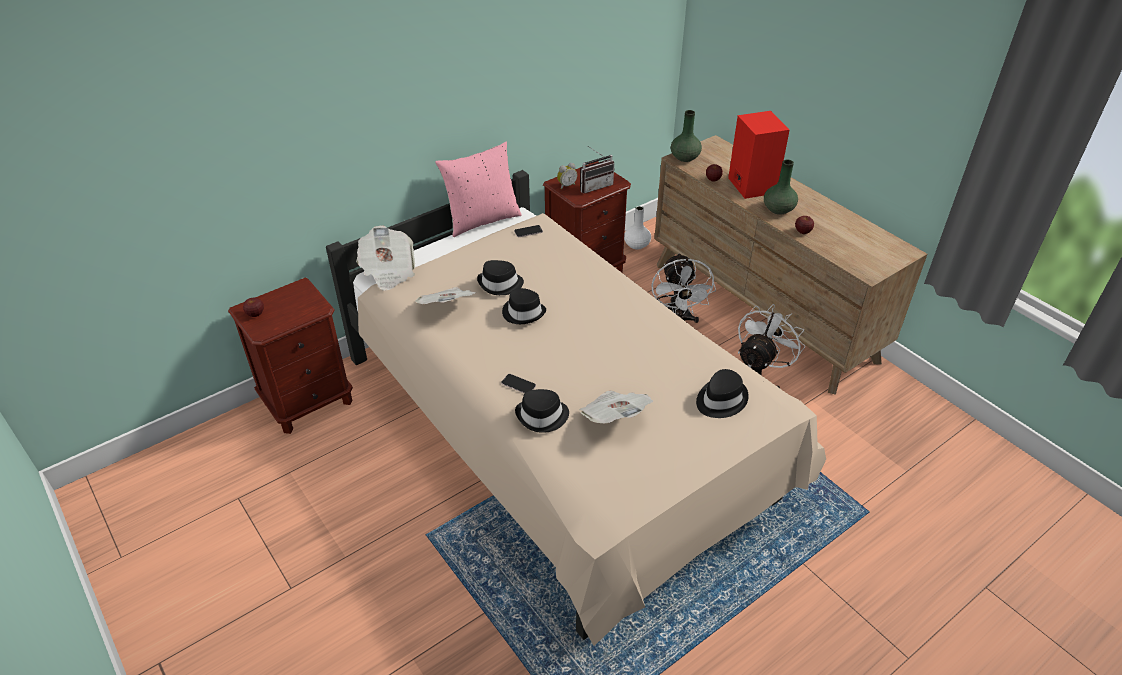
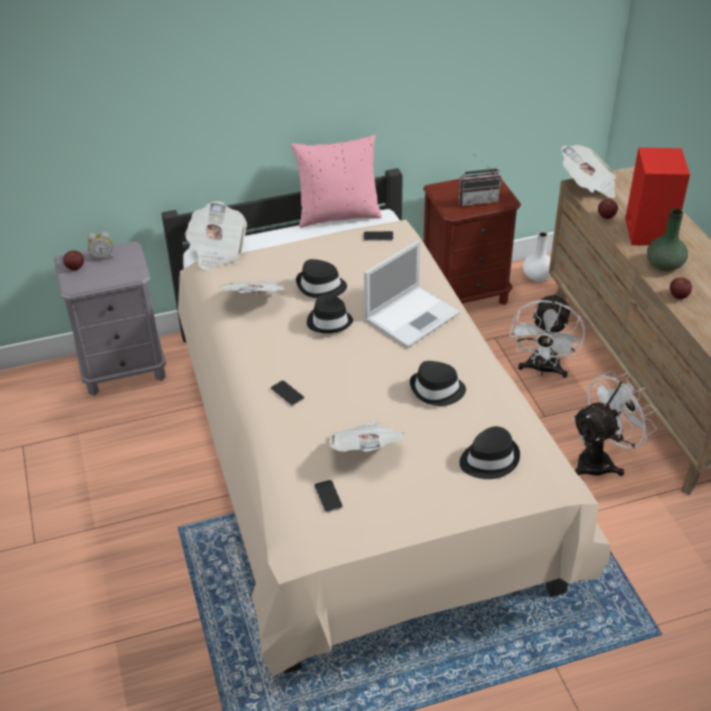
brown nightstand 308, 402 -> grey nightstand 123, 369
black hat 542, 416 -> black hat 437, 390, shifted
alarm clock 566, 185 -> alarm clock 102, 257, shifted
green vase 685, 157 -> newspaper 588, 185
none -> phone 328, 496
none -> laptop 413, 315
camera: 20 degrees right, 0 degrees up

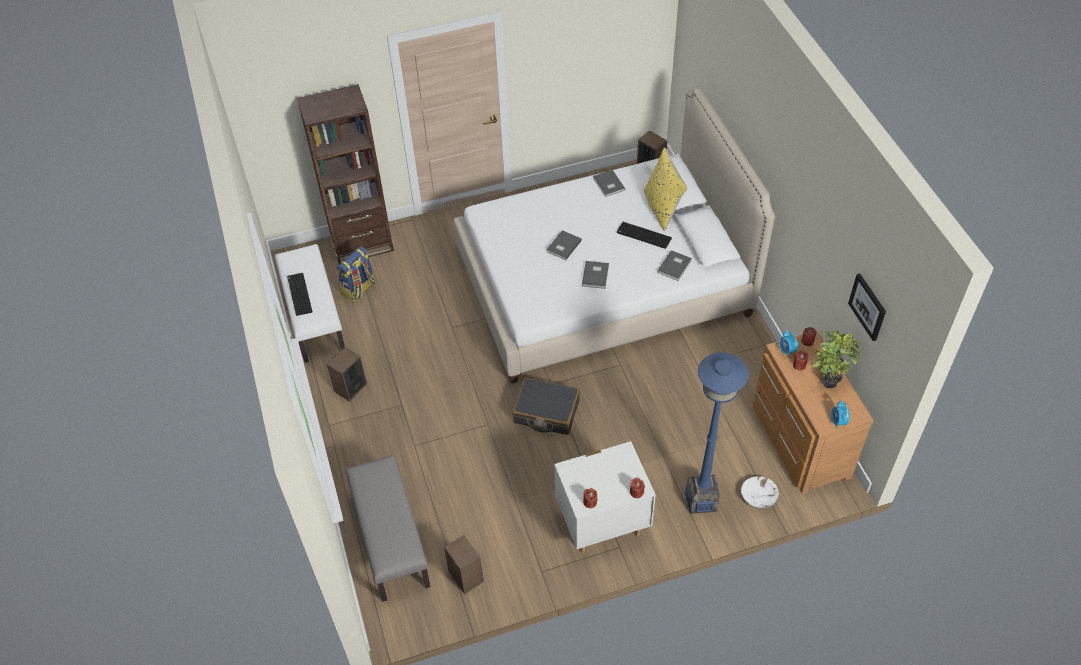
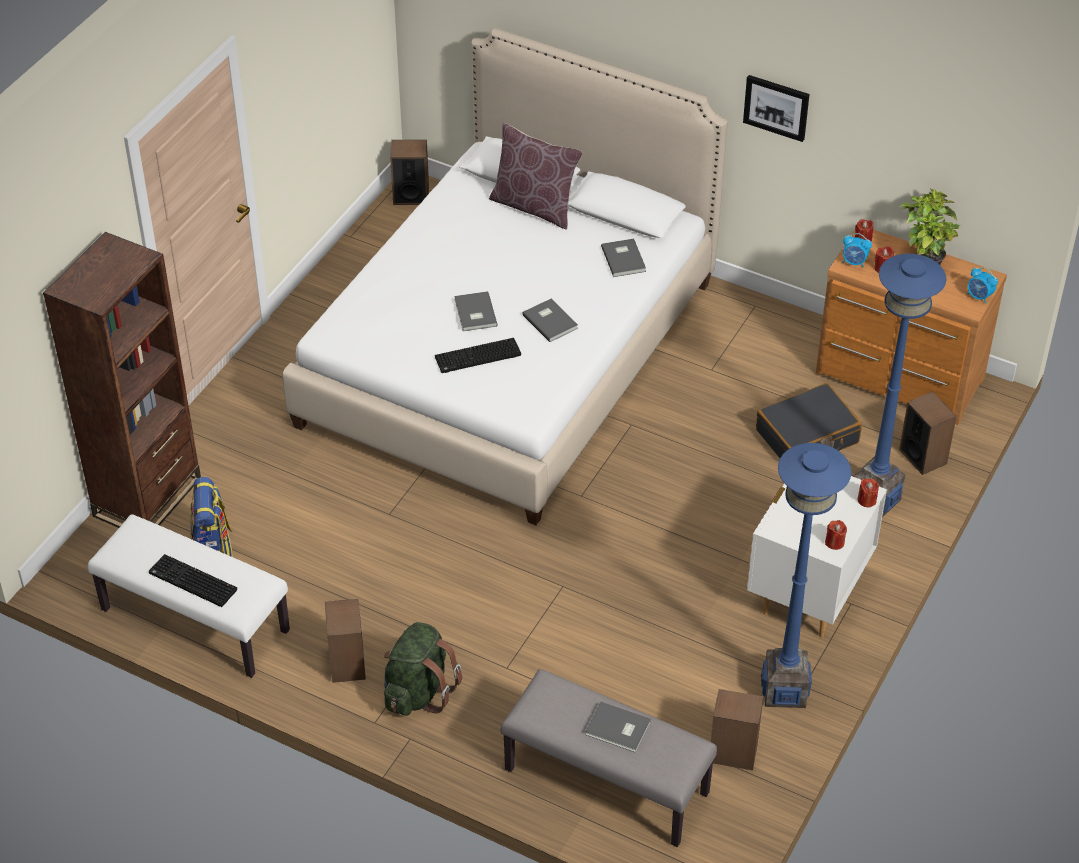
black suitcase 546, 412 -> black suitcase 807, 437, shifted
grey book 608, 184 -> grey book 618, 730, shifted
keyboard 643, 236 -> keyboard 477, 357, shifted
yellow pillow 662, 208 -> brown pillow 534, 206
white bowl 758, 496 -> speaker 923, 456
picture 868, 306 -> picture 776, 107, shifted
none -> green backpack 418, 692
none -> blue floor lamp 785, 691
camera: 45 degrees left, 5 degrees down

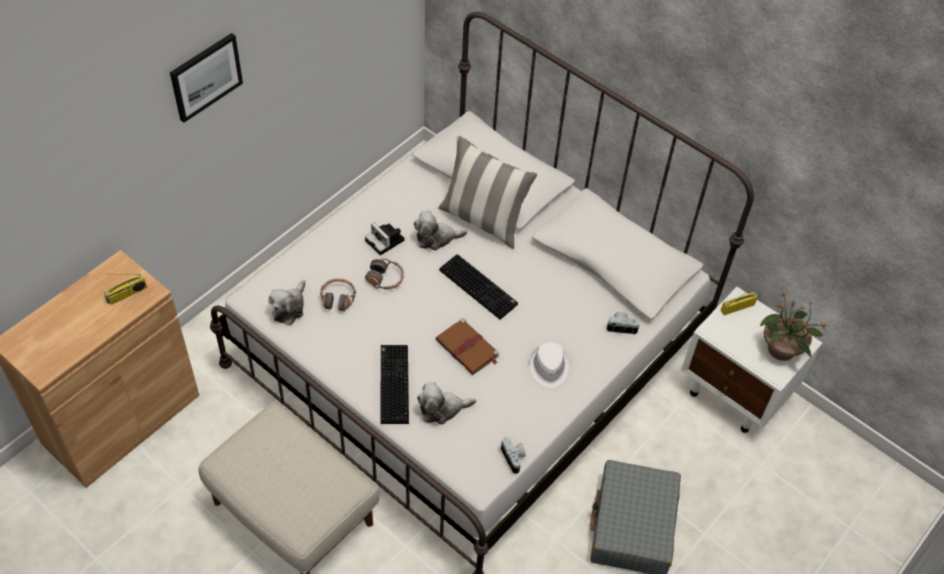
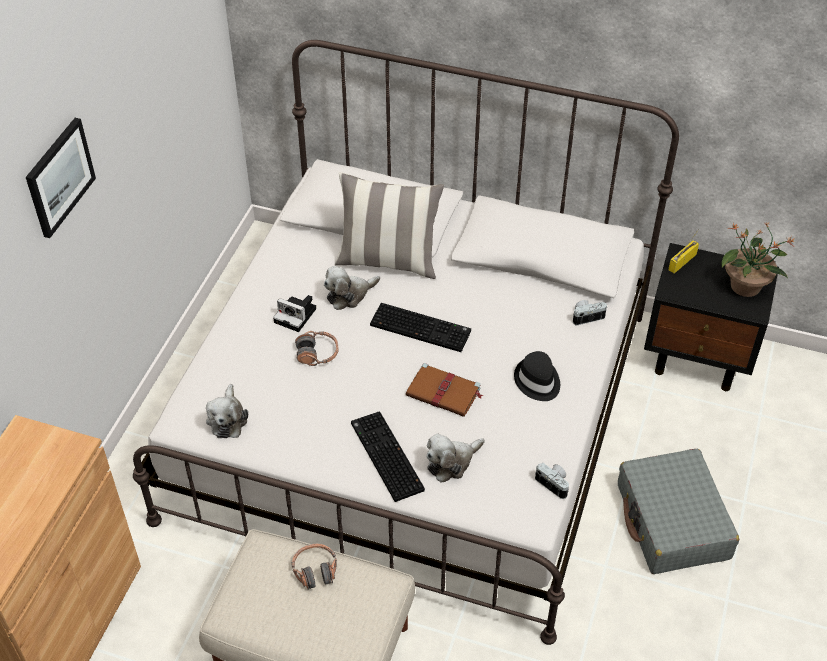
radio 127, 294 -> none
headphones 338, 299 -> headphones 315, 570, shifted
white hat 548, 367 -> black hat 537, 381
white nightstand 736, 393 -> black nightstand 699, 357
camera: 20 degrees left, 5 degrees down

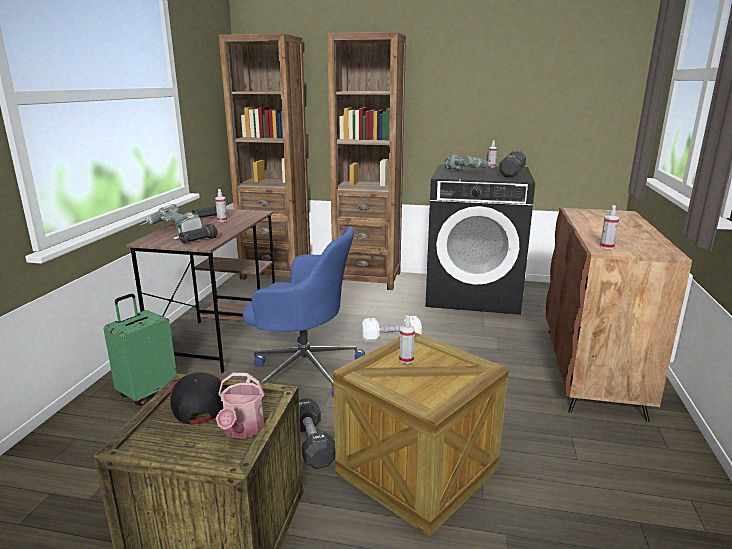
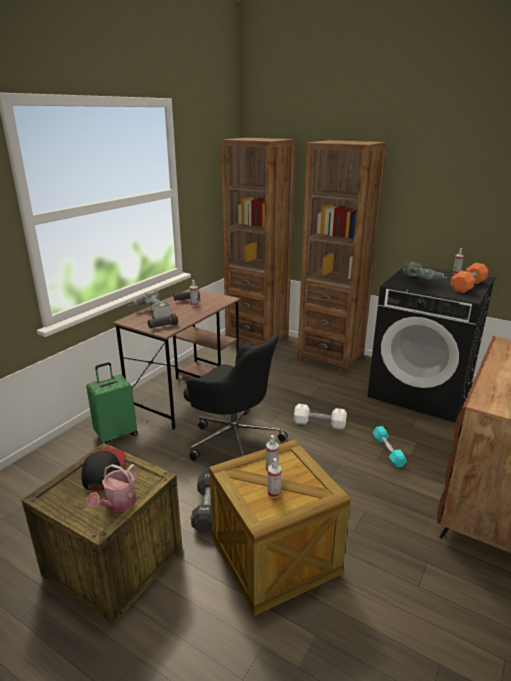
blue office chair 304, 369 -> black office chair 234, 439
black dumbbell 511, 173 -> orange dumbbell 467, 286
spray bottle 607, 247 -> spray bottle 274, 493, shifted
none -> turquoise dumbbell 388, 451
camera: 20 degrees right, 5 degrees up

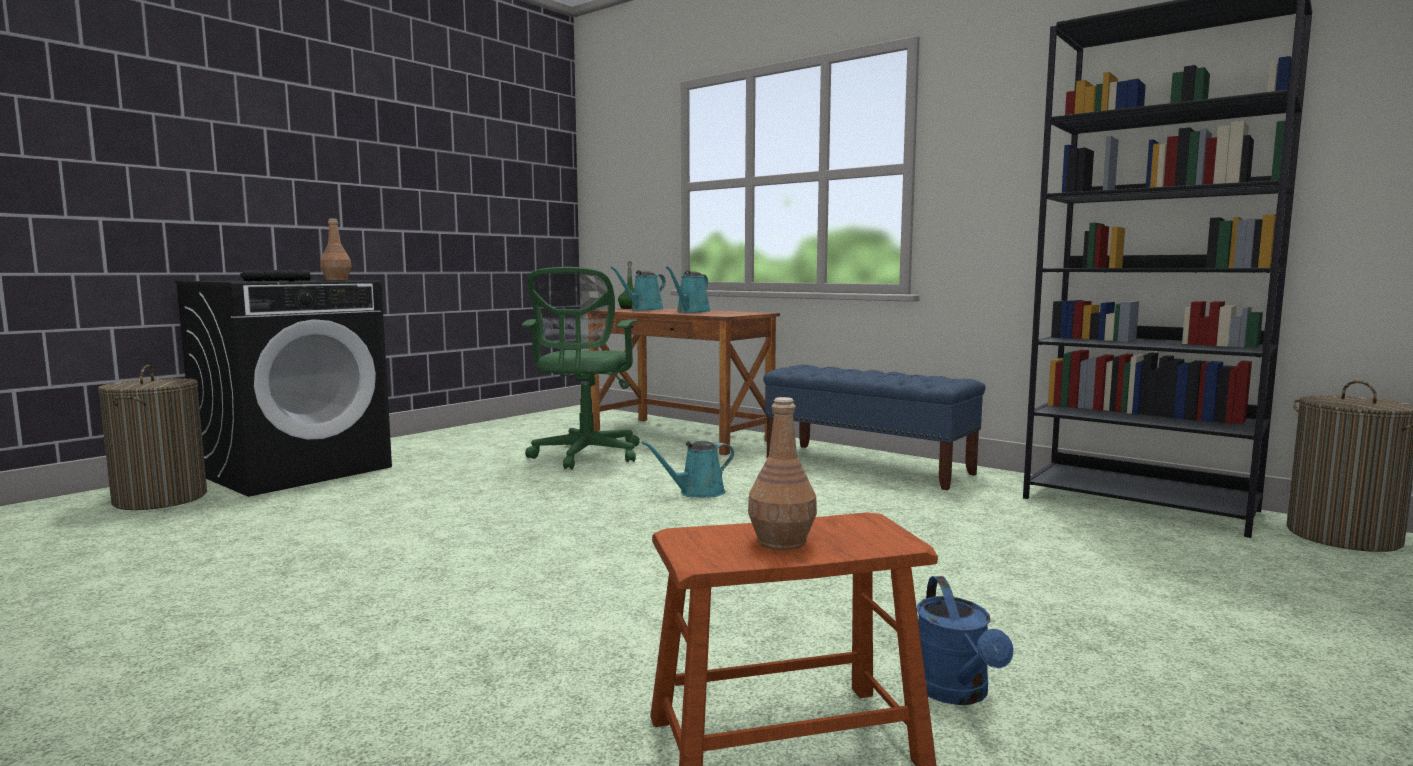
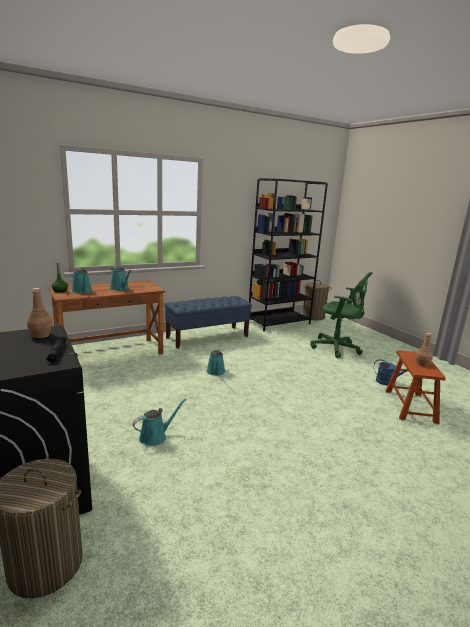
green office chair 585, 456 -> green office chair 337, 348, shifted
none -> turquoise watering can 155, 437
camera: 70 degrees left, 10 degrees up

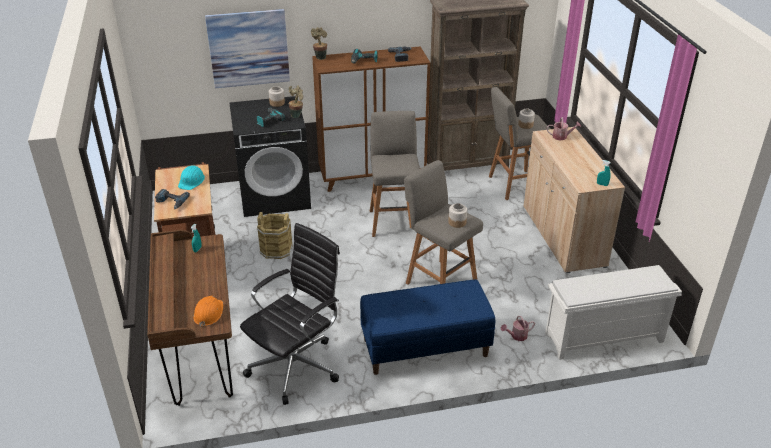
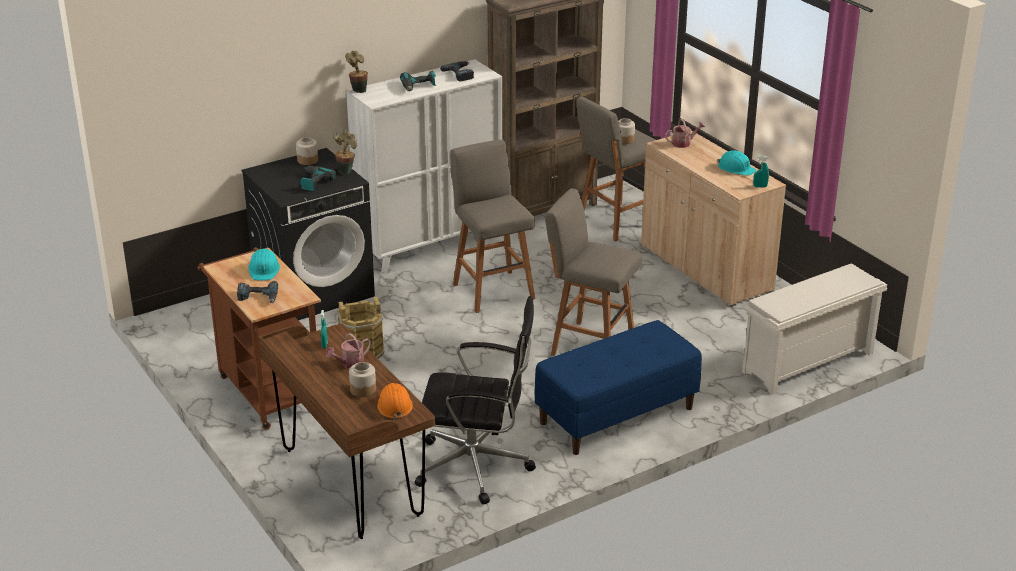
picture 248, 48 -> none
black office chair 296, 365 -> black office chair 477, 467, 75 degrees clockwise
brown cabinet 372, 177 -> white cabinet 430, 245
jar 457, 222 -> jar 363, 389, shifted
watering can 517, 336 -> watering can 350, 364, shifted
none -> turquoise hard hat 736, 168
camera: 20 degrees left, 5 degrees down

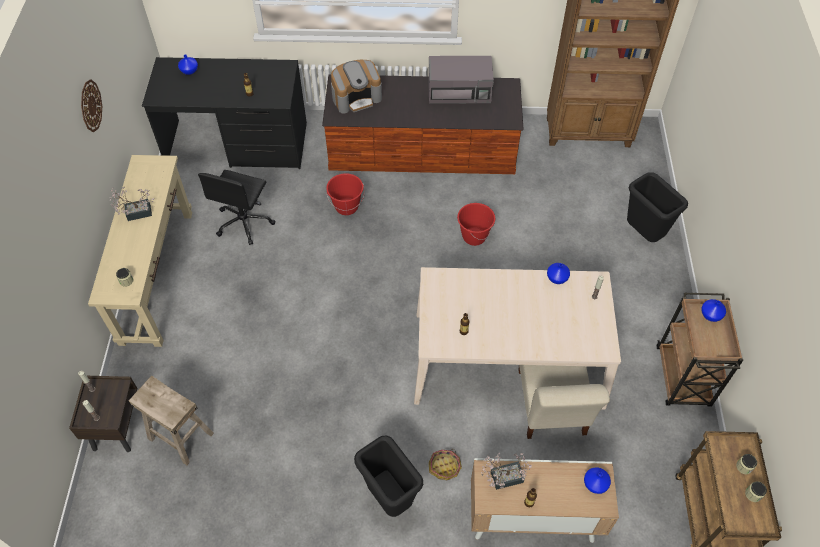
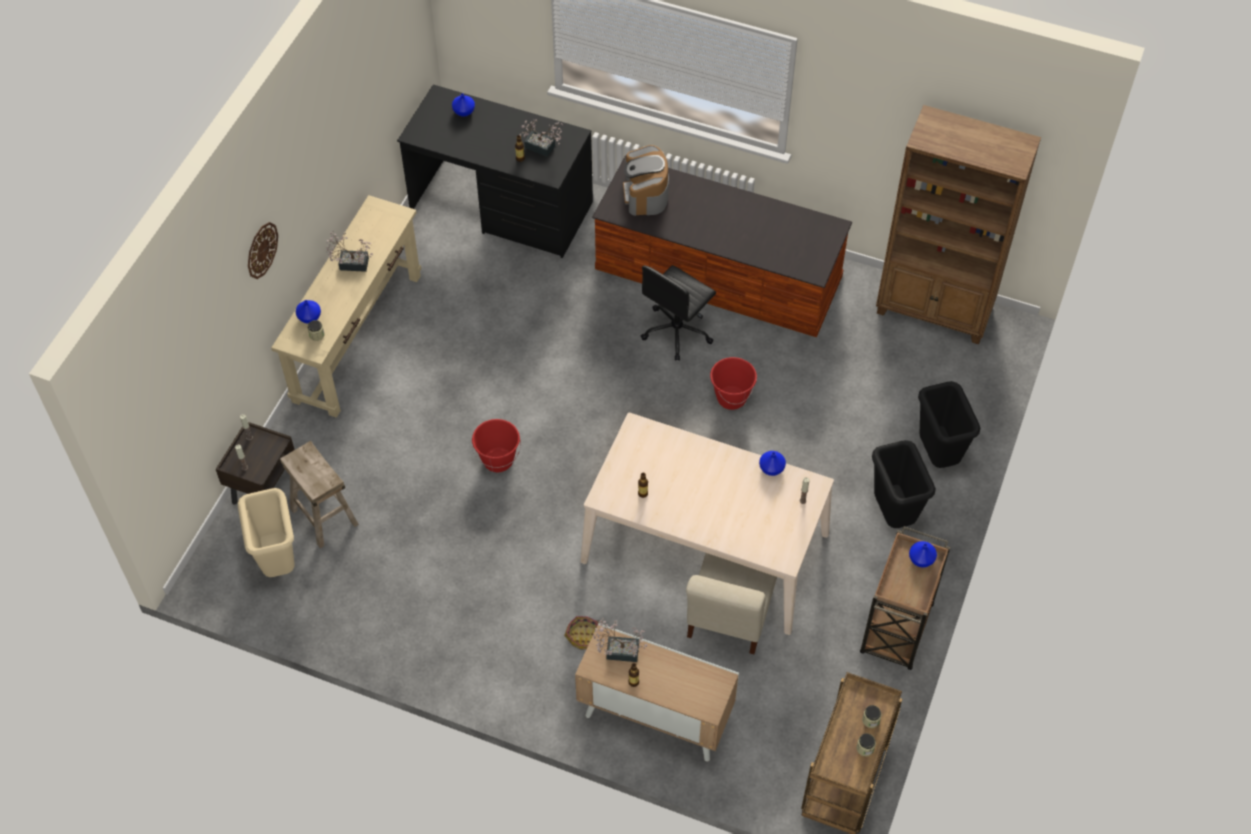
wall clock 90, 105 -> wall clock 262, 250, shifted
black office chair 245, 222 -> black office chair 677, 331, shifted
red bucket 346, 206 -> red bucket 498, 460, shifted
coffee machine 356, 97 -> coffee machine 646, 193, 90 degrees clockwise
black trash can 389, 497 -> black trash can 893, 514, shifted
grey microwave 460, 90 -> none
blue vase 594, 484 -> blue vase 309, 317, shifted
none -> beige trash can 279, 563
none -> potted plant 542, 148
camera: 20 degrees right, 0 degrees up

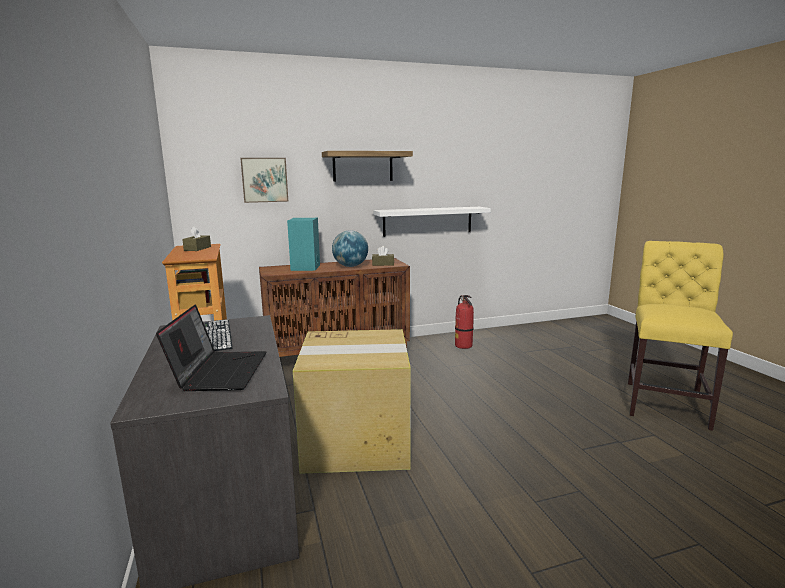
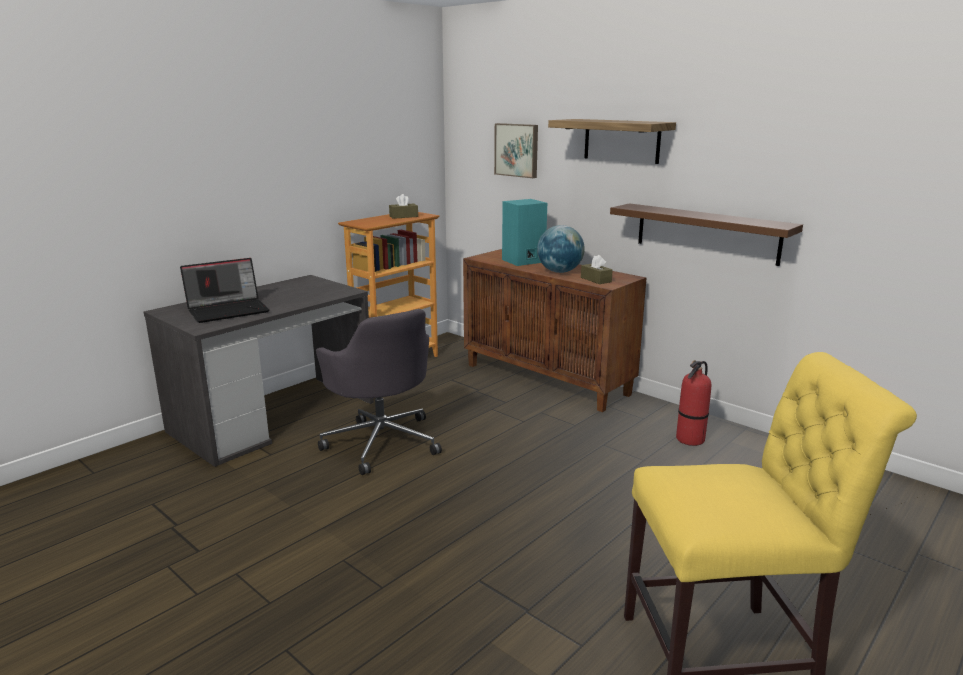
keyboard 217, 335 -> none
cardboard box 358, 440 -> grey office chair 382, 442
white shelf 428, 221 -> brown shelf 706, 233
camera: 60 degrees right, 5 degrees up

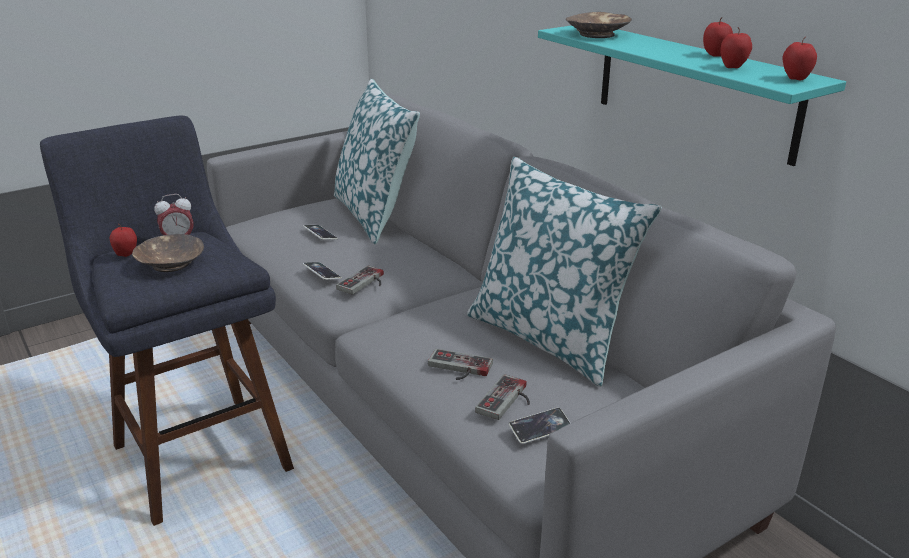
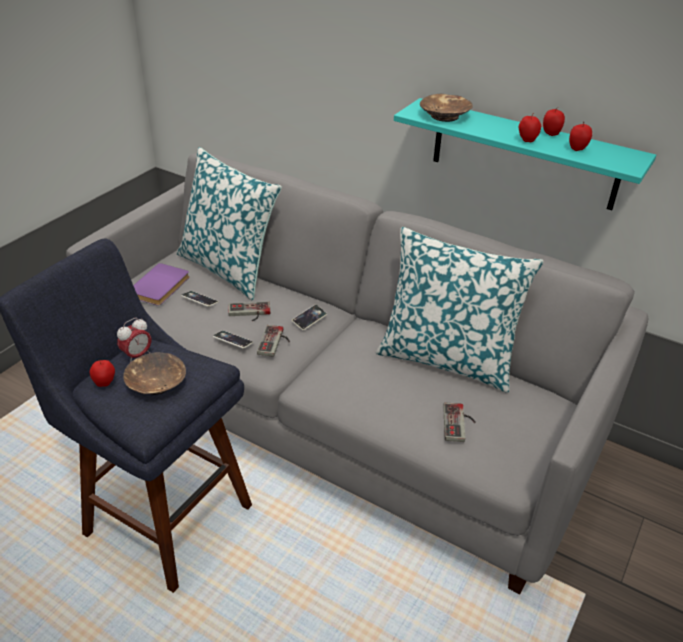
game controller 458, 368 -> game controller 249, 313, shifted
phone 540, 429 -> phone 309, 319, shifted
apple 795, 79 -> apple 527, 140, shifted
none -> purple book 161, 287
camera: 25 degrees left, 10 degrees up

